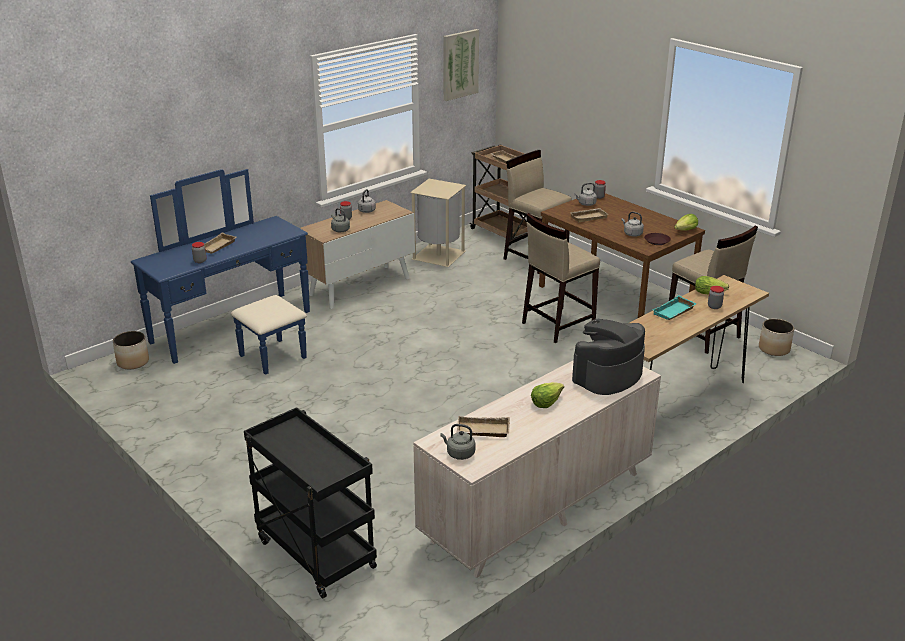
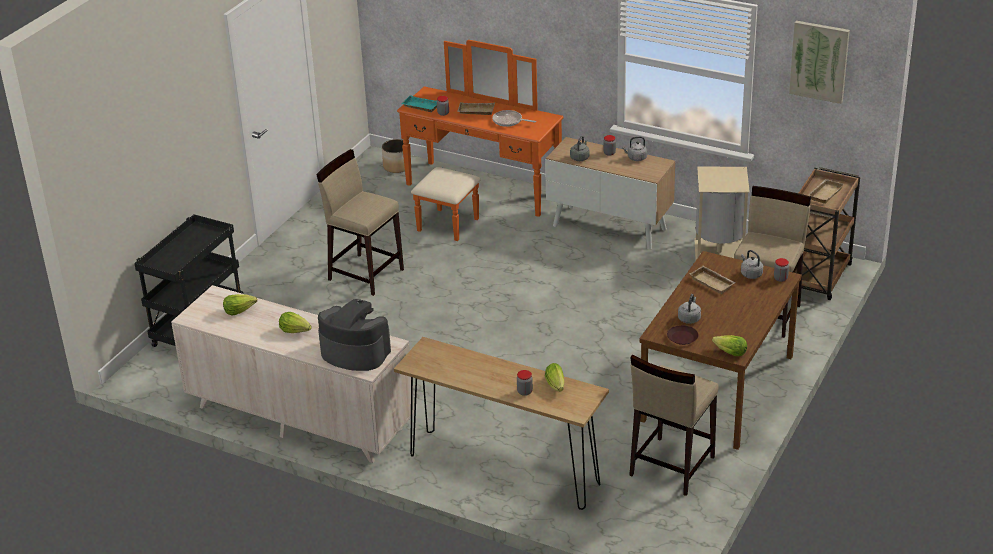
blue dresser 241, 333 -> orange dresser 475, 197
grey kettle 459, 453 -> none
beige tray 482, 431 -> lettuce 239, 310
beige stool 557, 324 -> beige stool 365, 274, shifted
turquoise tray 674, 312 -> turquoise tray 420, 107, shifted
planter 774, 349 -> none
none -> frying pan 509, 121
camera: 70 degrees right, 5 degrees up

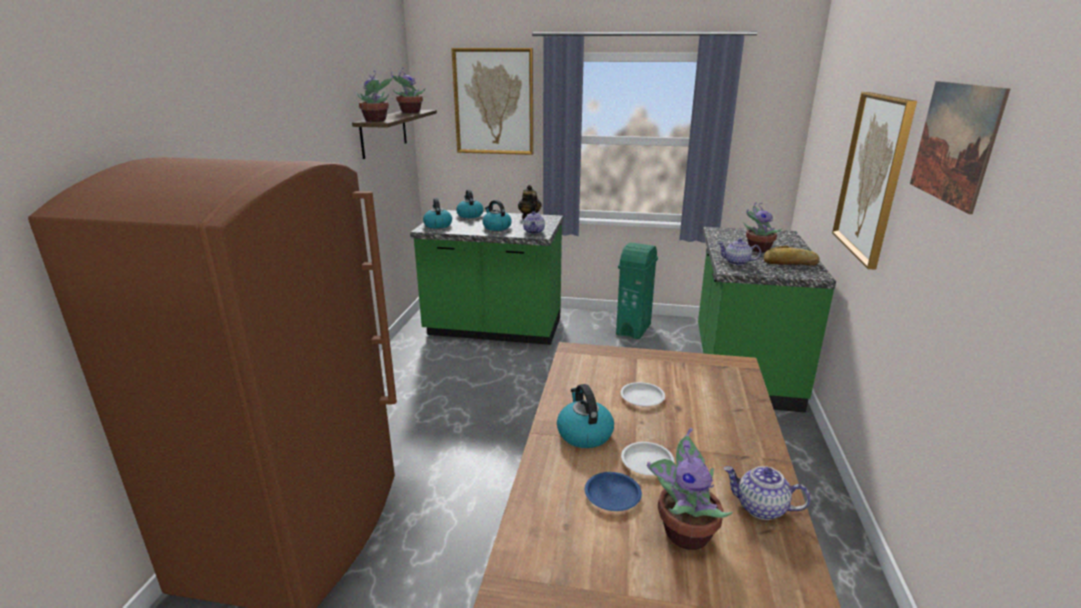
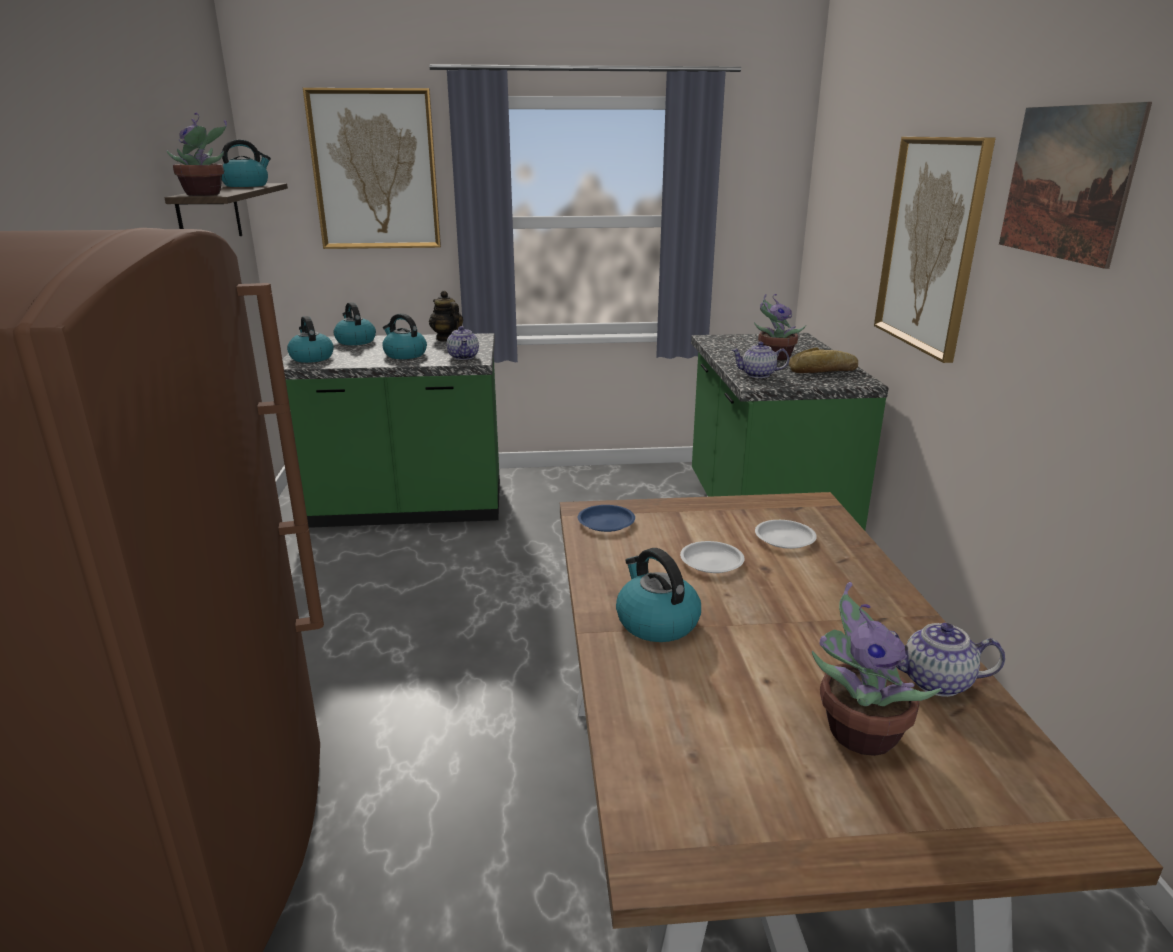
potted plant 409, 112 -> kettle 246, 185
blue plate 613, 494 -> blue plate 606, 522, shifted
green trash can 634, 329 -> none
white plate 647, 462 -> white plate 784, 538, shifted
camera: 15 degrees left, 0 degrees up

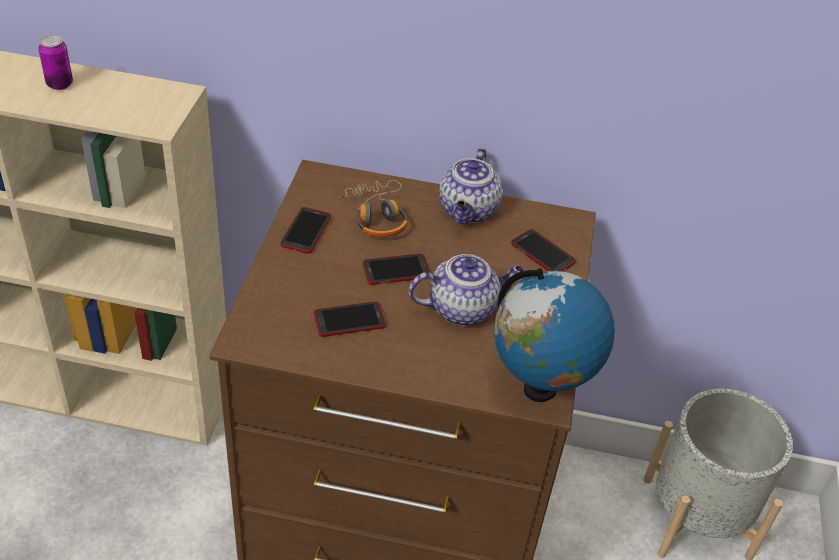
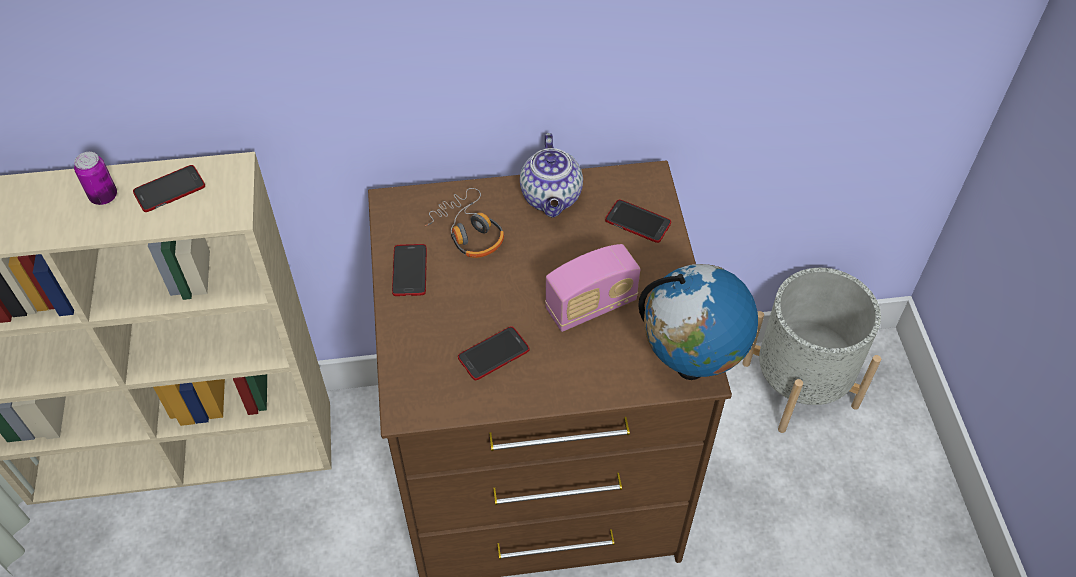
phone 396, 270 -> phone 169, 189, shifted
teapot 463, 308 -> radio 591, 306
camera: 15 degrees left, 10 degrees up

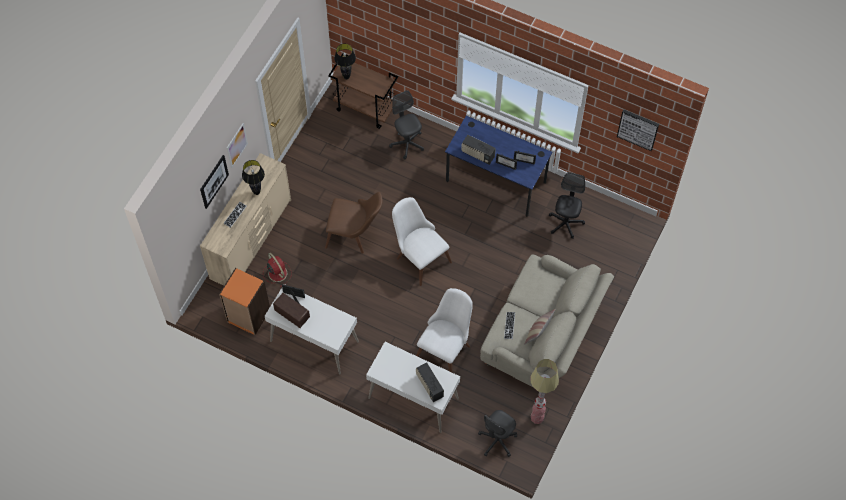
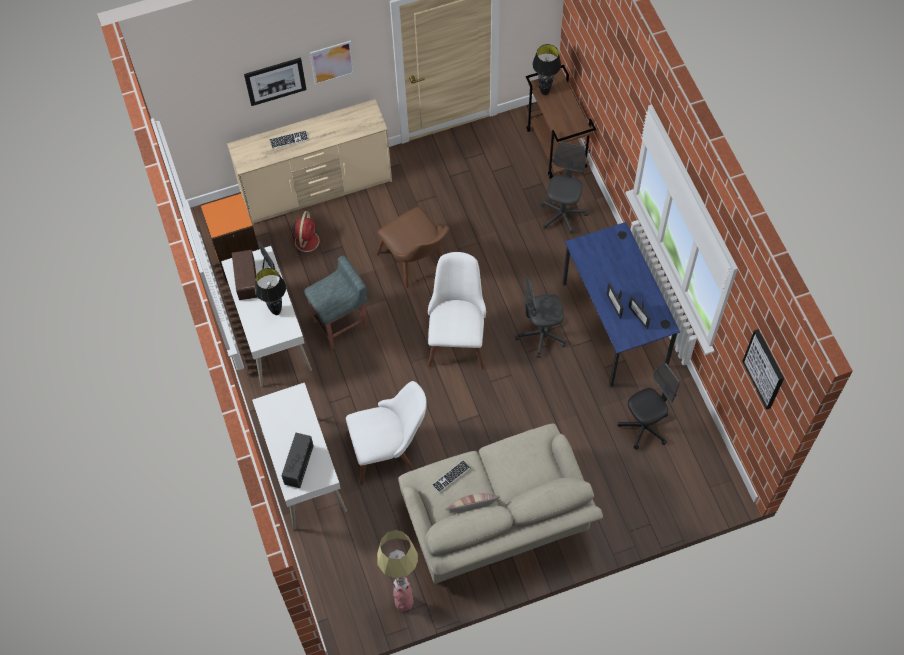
black table lamp 256, 192 -> black table lamp 276, 312, shifted
radio 477, 155 -> none
grey office chair 497, 440 -> grey office chair 541, 335, shifted
none -> grey stool 341, 325
camera: 45 degrees right, 0 degrees up

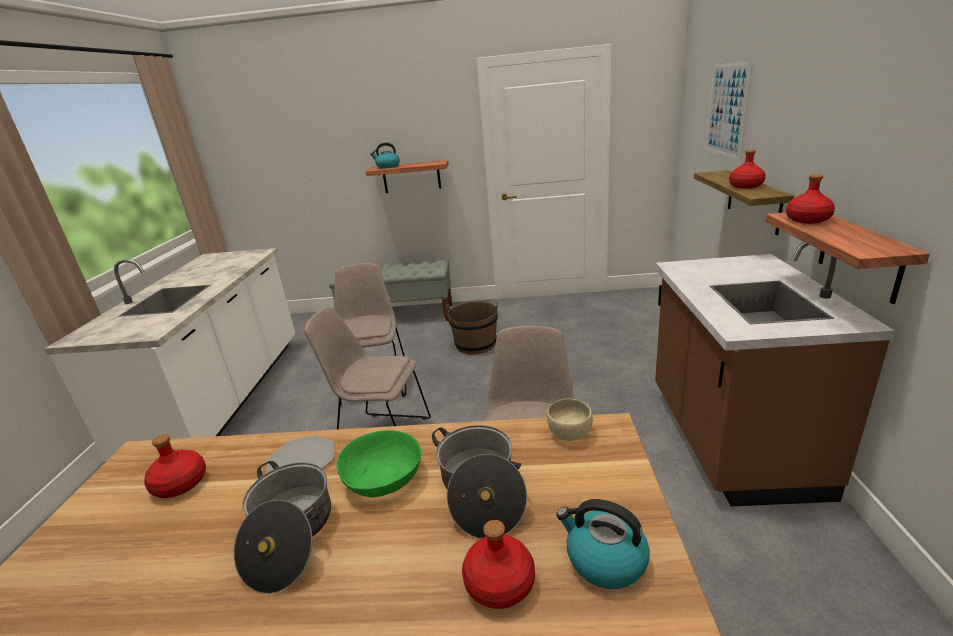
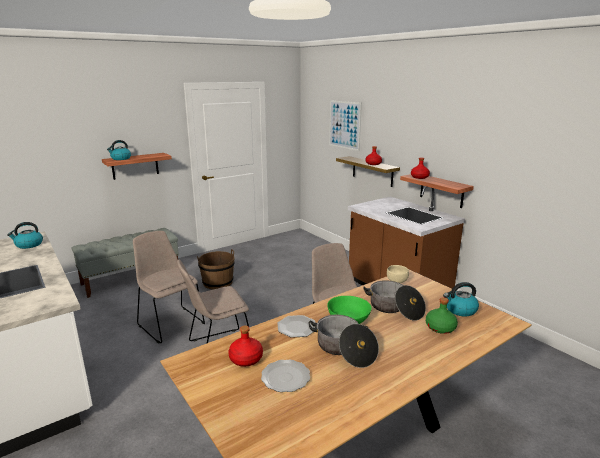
red bottle 499, 583 -> green bottle 440, 328
none -> kettle 28, 245
none -> plate 286, 377
camera: 40 degrees left, 5 degrees down

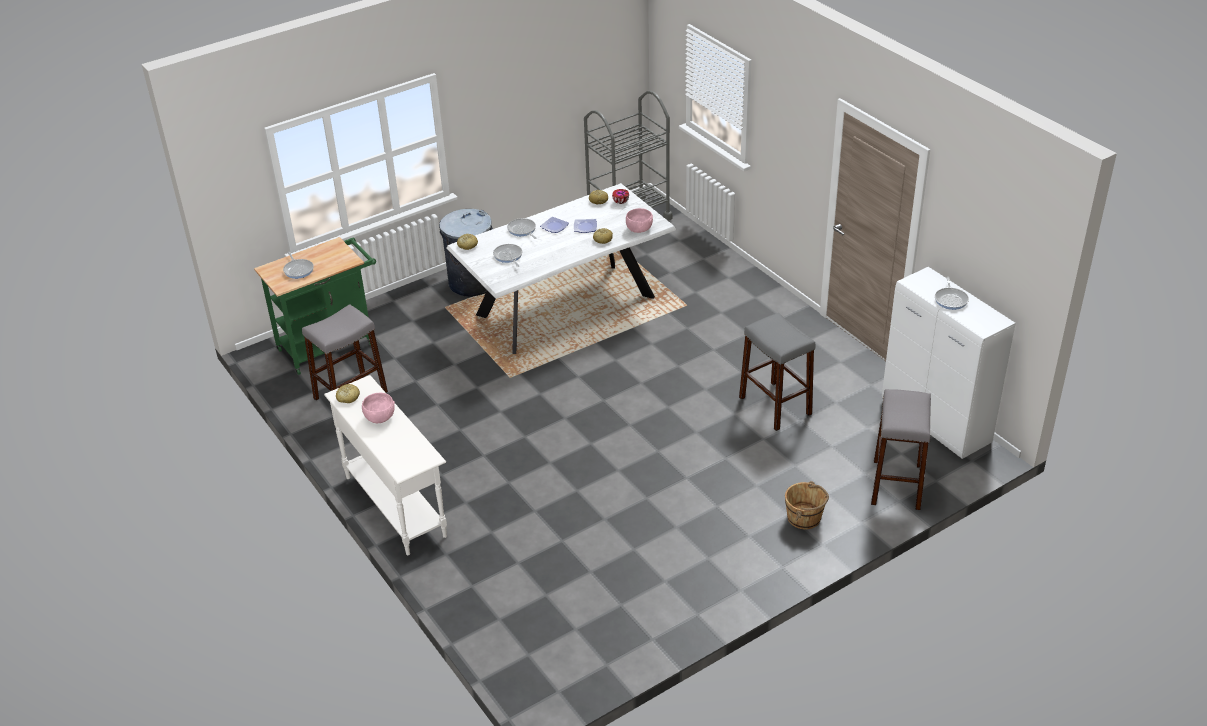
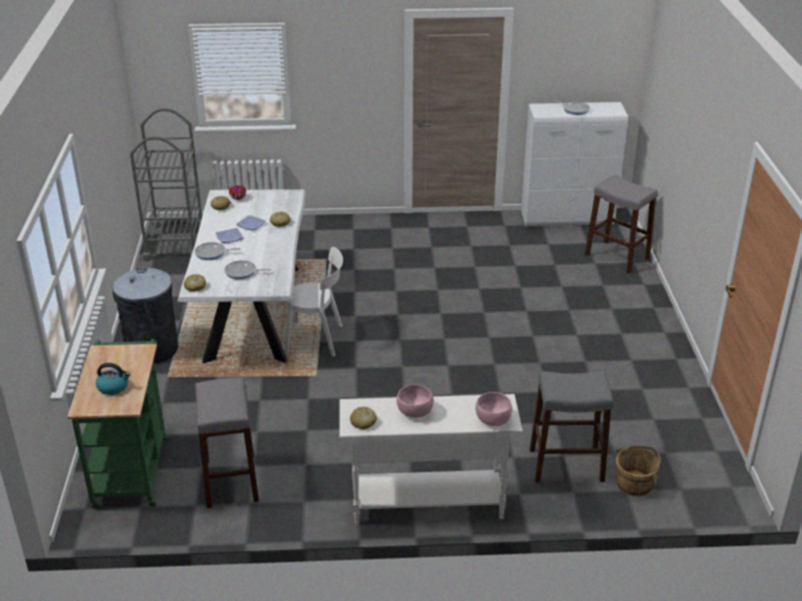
frying pan 298, 269 -> kettle 113, 387
pink bowl 639, 229 -> pink bowl 493, 420, shifted
grey stool 775, 406 -> grey stool 566, 465, shifted
brown bucket 804, 518 -> brown bucket 634, 484, shifted
none -> white chair 317, 339
camera: 60 degrees left, 5 degrees down

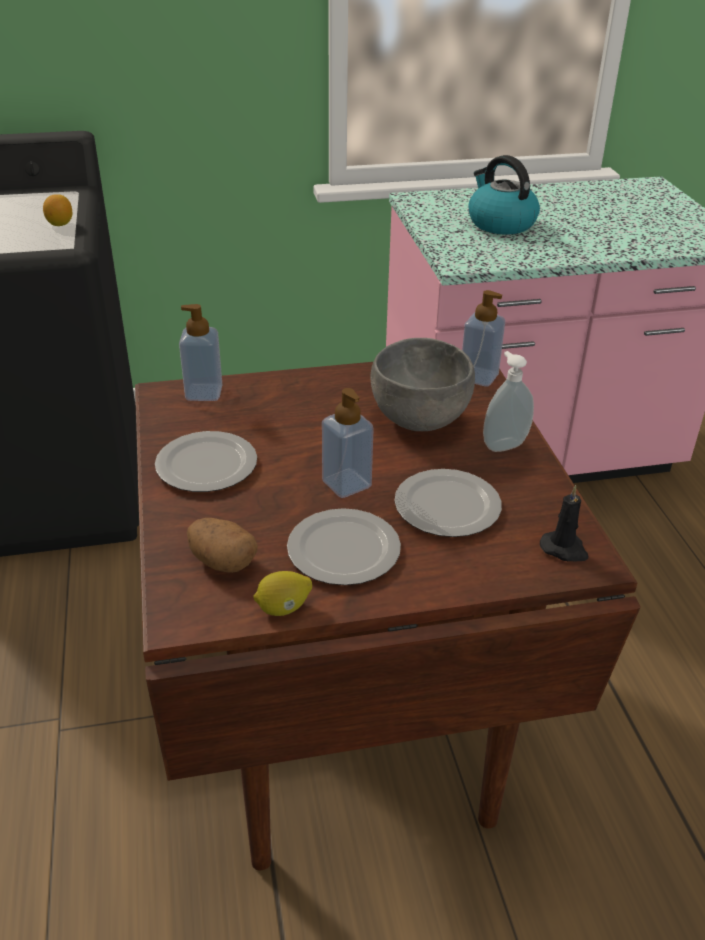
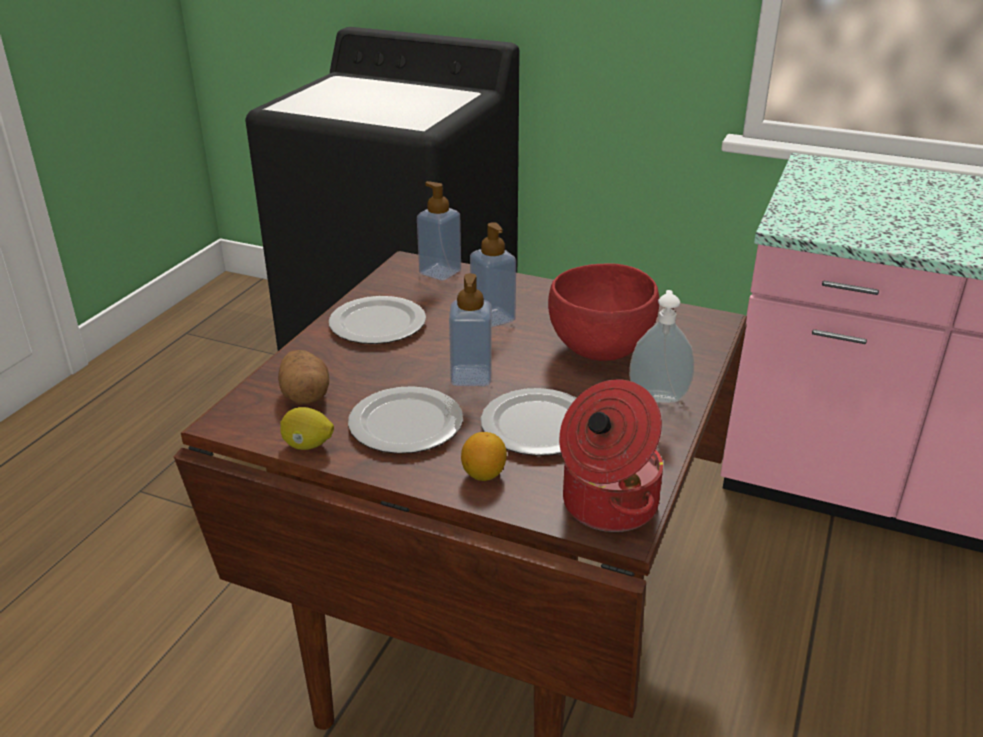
lemon 60, 224 -> lemon 483, 474, shifted
grey bowl 418, 420 -> red bowl 599, 349
soap dispenser 478, 377 -> soap dispenser 492, 318, shifted
kettle 500, 223 -> none
black candle 564, 549 -> cooking pot 606, 504
camera: 35 degrees right, 5 degrees down

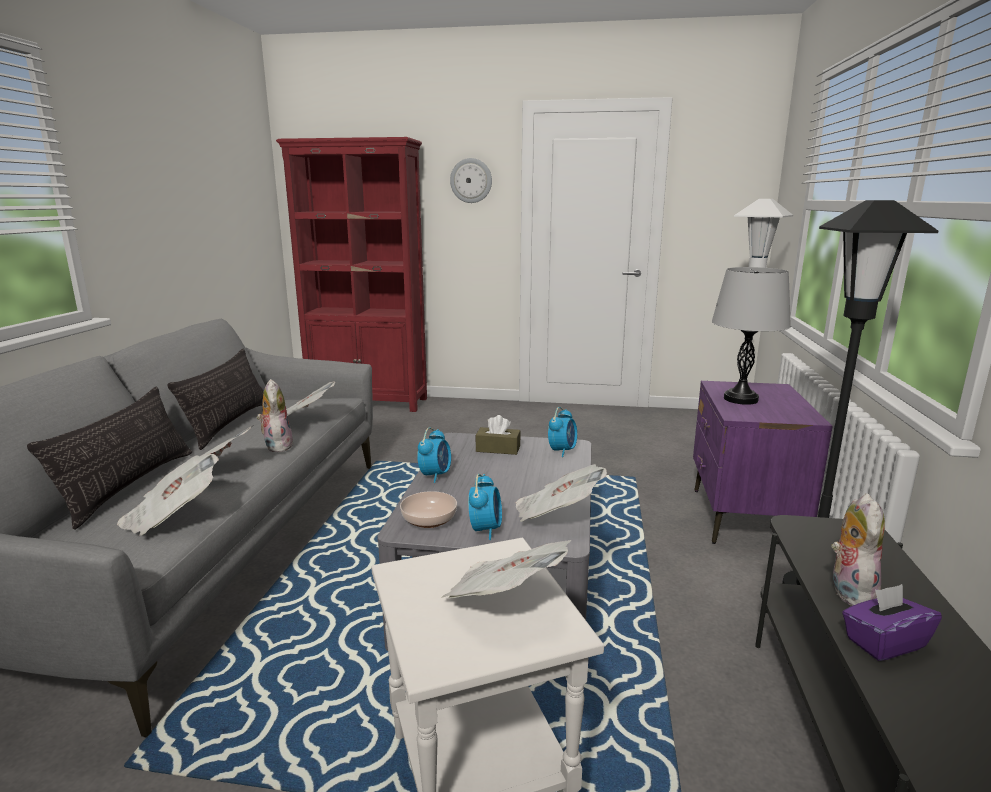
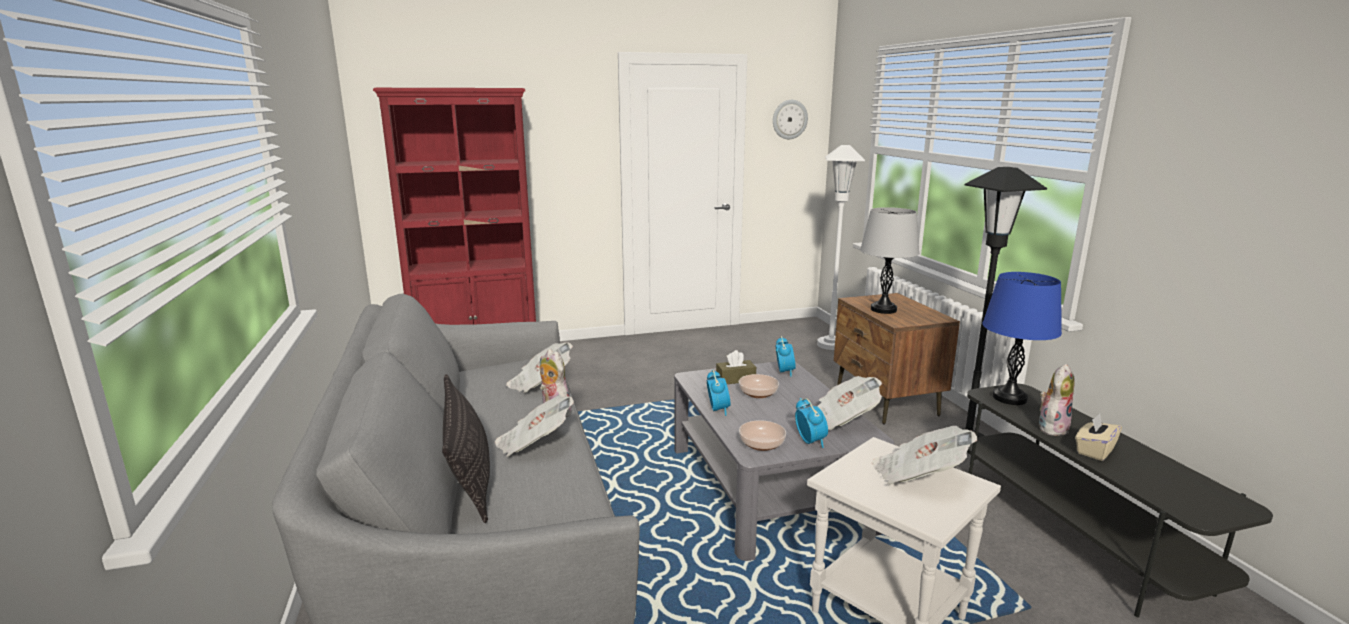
newspaper 172, 517 -> none
pillow 229, 424 -> none
wall clock 471, 180 -> wall clock 789, 119, shifted
purple nightstand 743, 518 -> brown nightstand 886, 401
plush toy 848, 591 -> plush toy 1051, 427, 60 degrees clockwise
purple tissue box 884, 642 -> beige tissue box 1094, 451
none -> bowl 758, 393
none -> blue table lamp 1009, 398
camera: 25 degrees left, 0 degrees up

